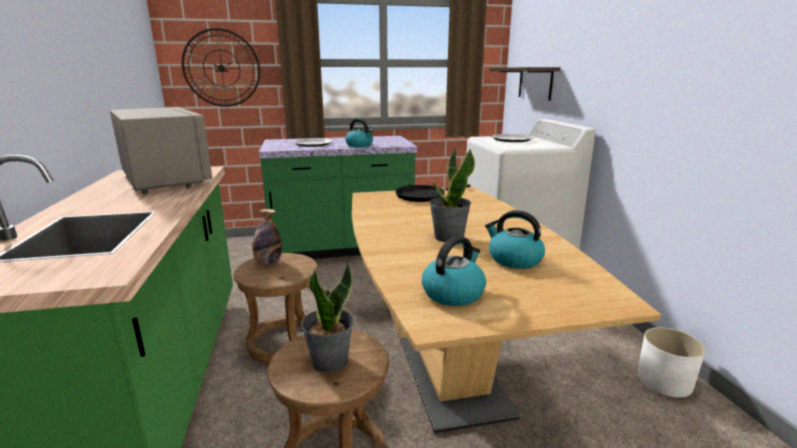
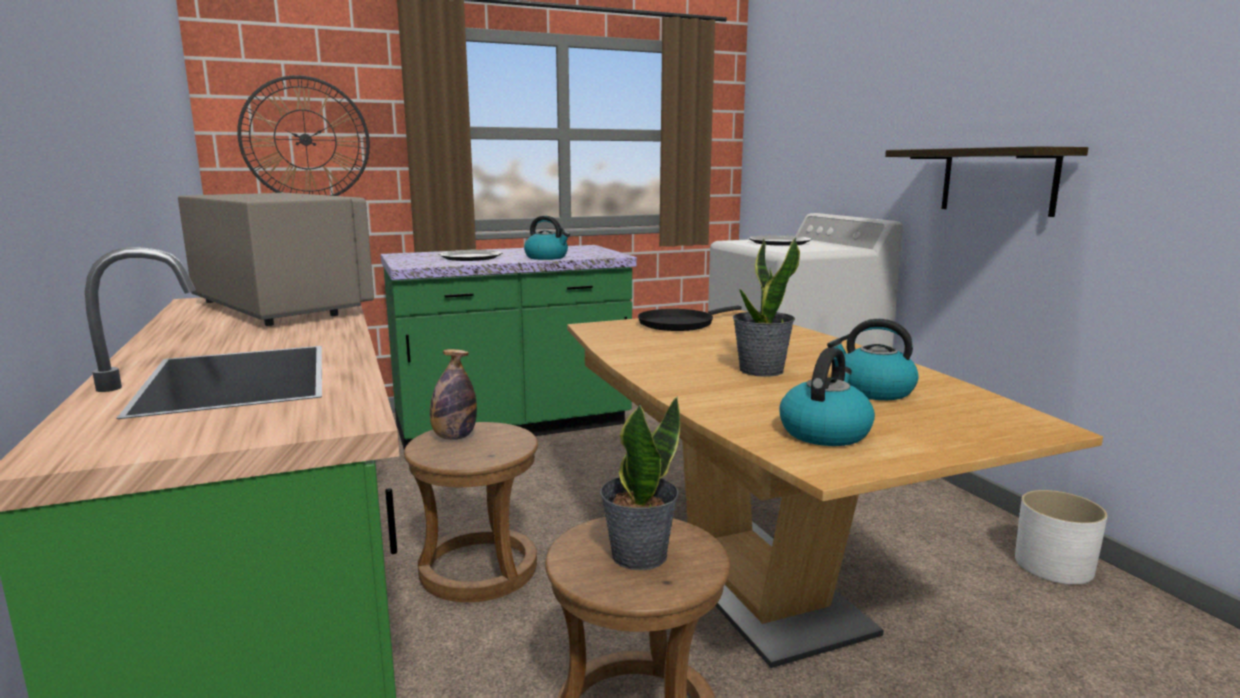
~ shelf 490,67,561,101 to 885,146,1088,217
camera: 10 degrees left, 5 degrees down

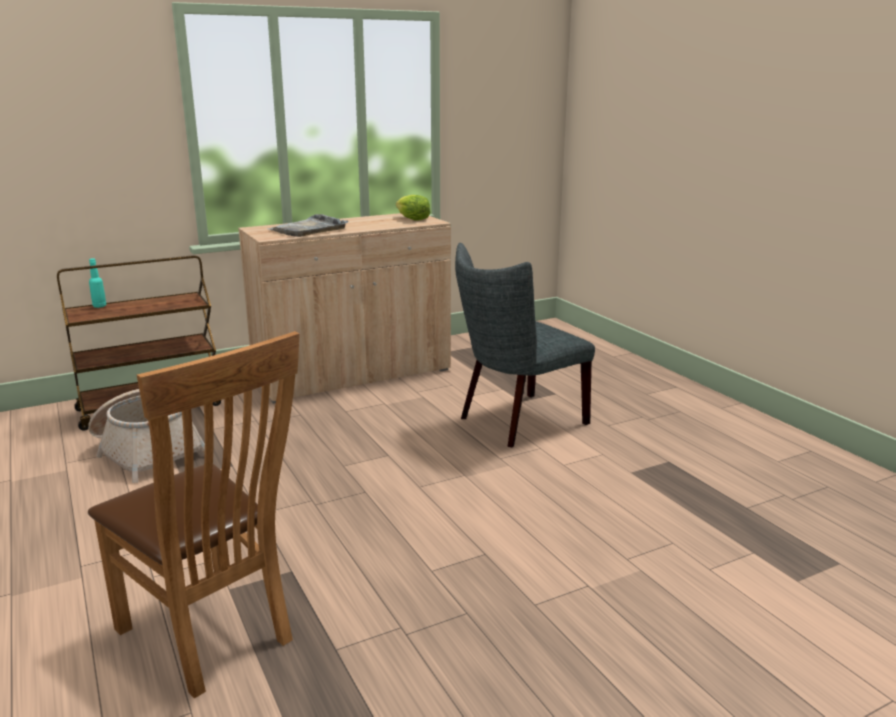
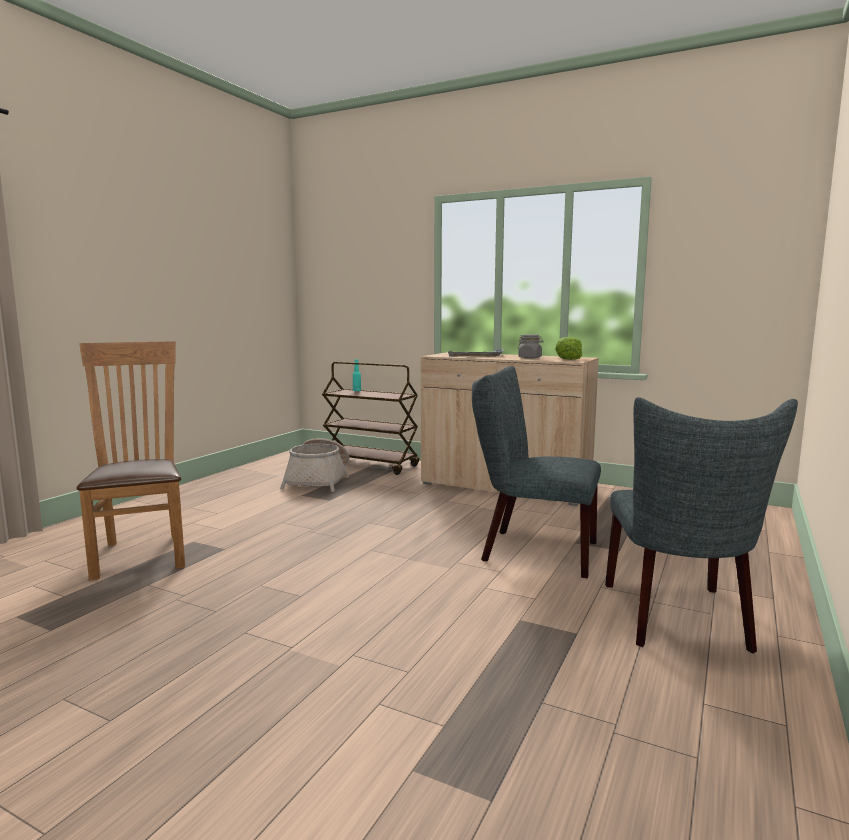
~ brown chair 88,331,300,699 = 77,341,185,581 150 degrees clockwise
+ grey jar 518,335,544,359
+ grey chair 605,397,798,653
camera: 55 degrees right, 10 degrees down

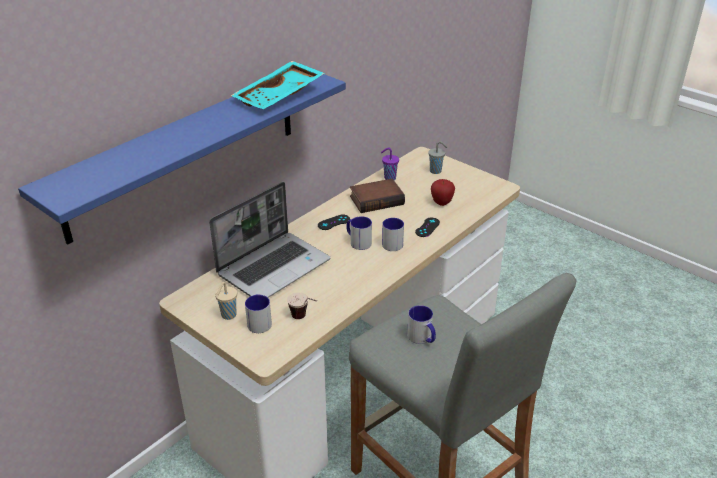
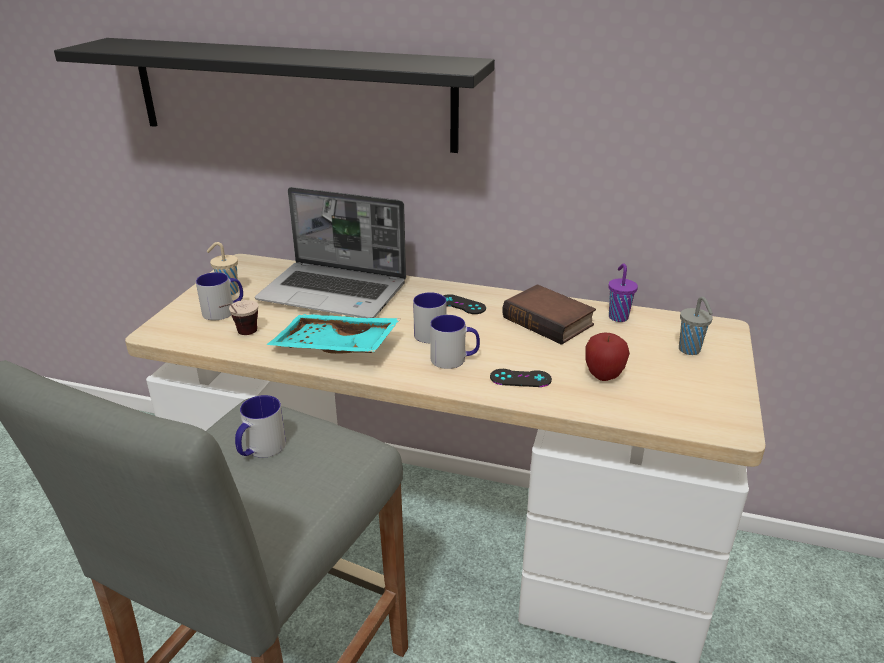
~ turquoise tray 231,61,325,109 to 266,314,401,354
~ blue shelf 18,74,346,245 to black shelf 54,38,495,153
camera: 65 degrees right, 5 degrees down

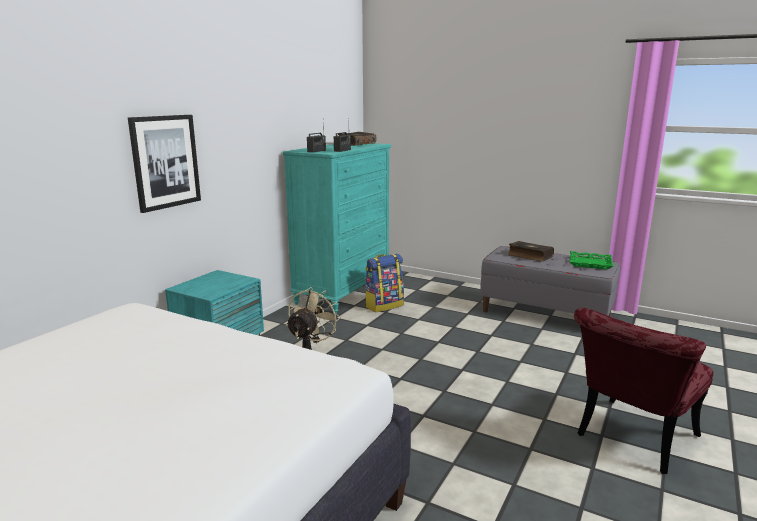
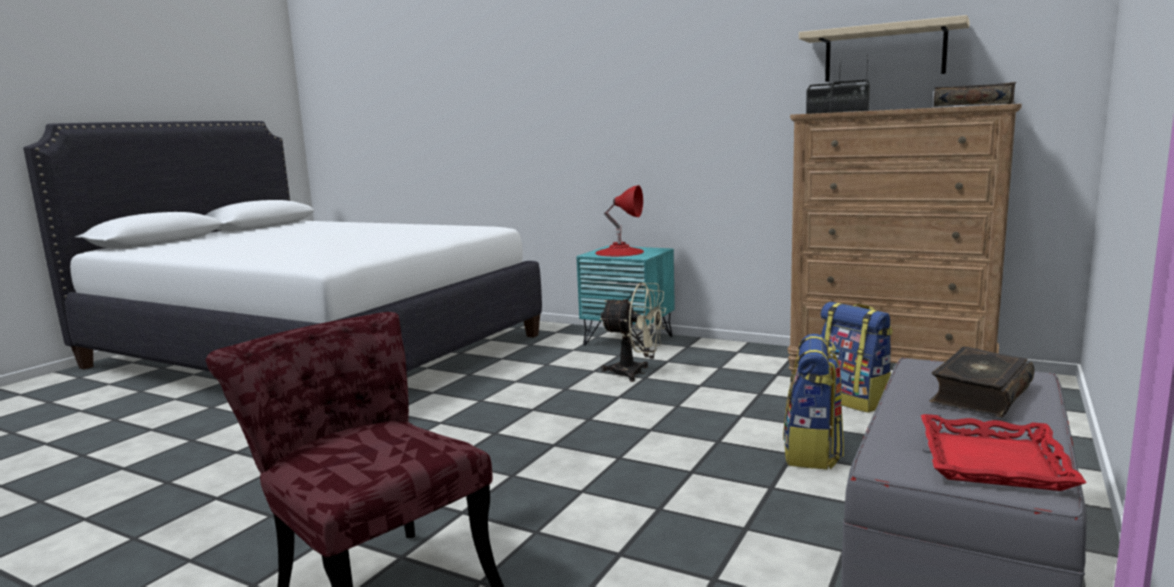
- picture 128,115,201,213
~ turquoise dresser 282,143,392,314 to brown dresser 787,104,1022,374
~ green tray 570,251,614,269 to red tray 921,414,1087,491
+ beige shelf 799,15,970,82
+ red table lamp 595,185,644,257
+ backpack 783,334,844,470
camera: 90 degrees right, 5 degrees down

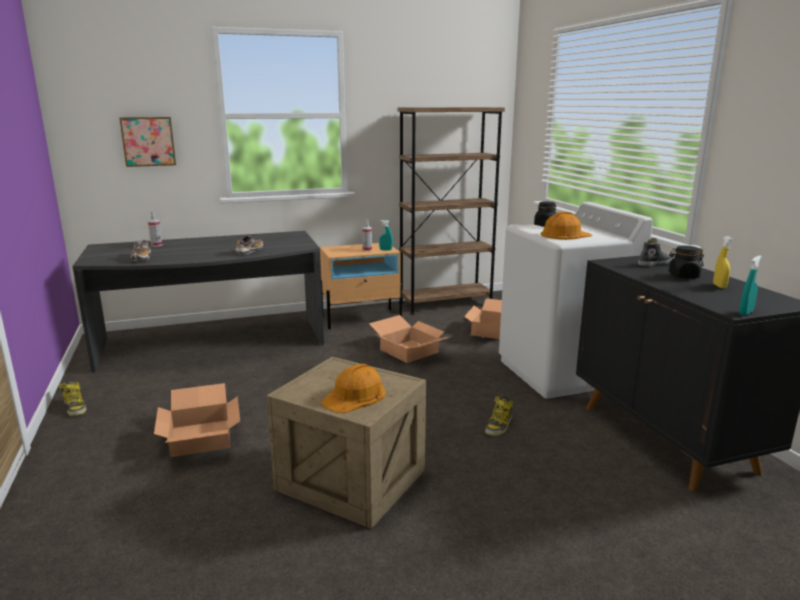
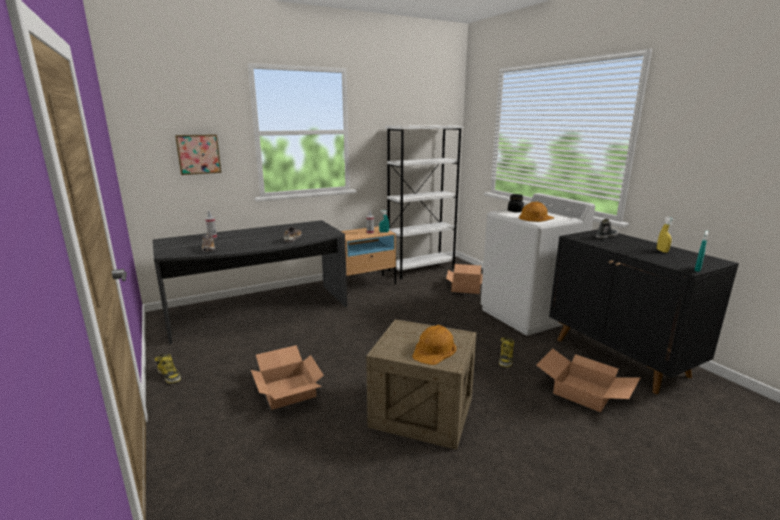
~ brown bookcase 398,107,505,315 to white bookcase 386,125,463,279
- black jar 669,246,704,278
~ cardboard box 369,315,449,363 to 536,348,640,413
camera: 10 degrees left, 0 degrees up

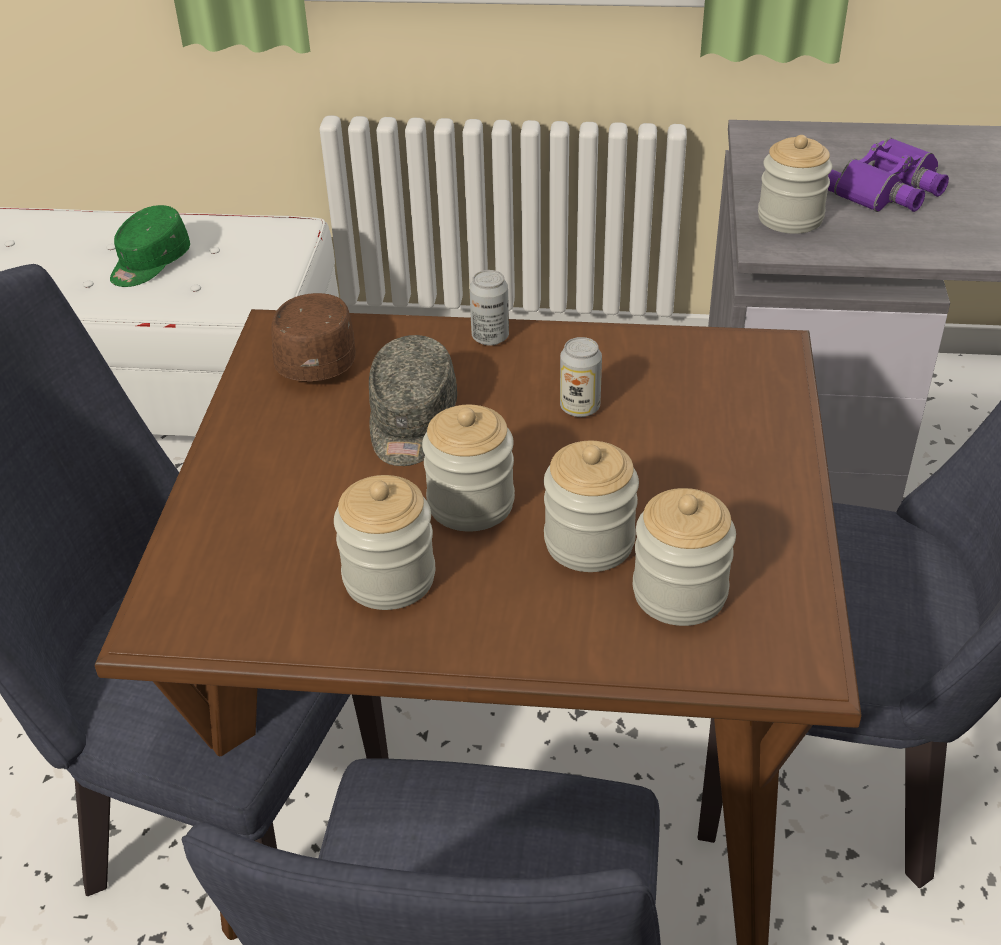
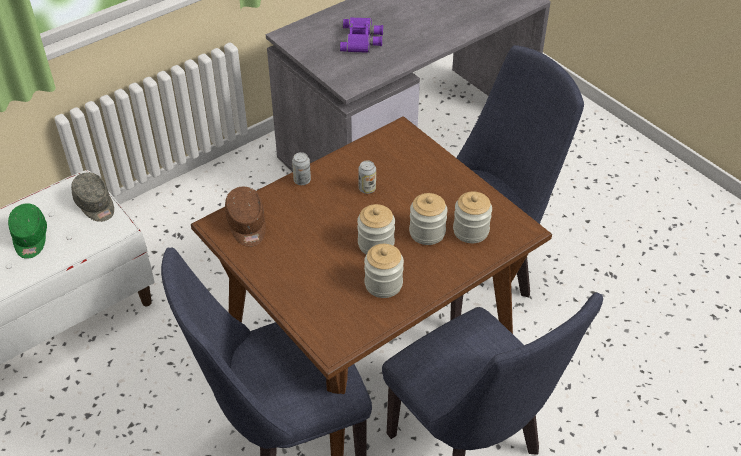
- jar 758,135,832,234
~ brown cap 271,293,355,381 = 225,187,266,247 150 degrees counterclockwise
~ grey cap 369,335,457,466 to 71,172,114,222
camera: 45 degrees left, 5 degrees up

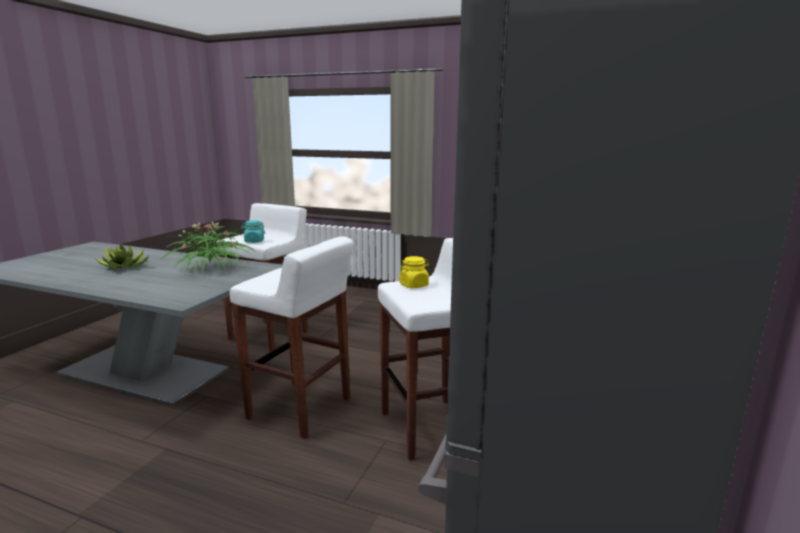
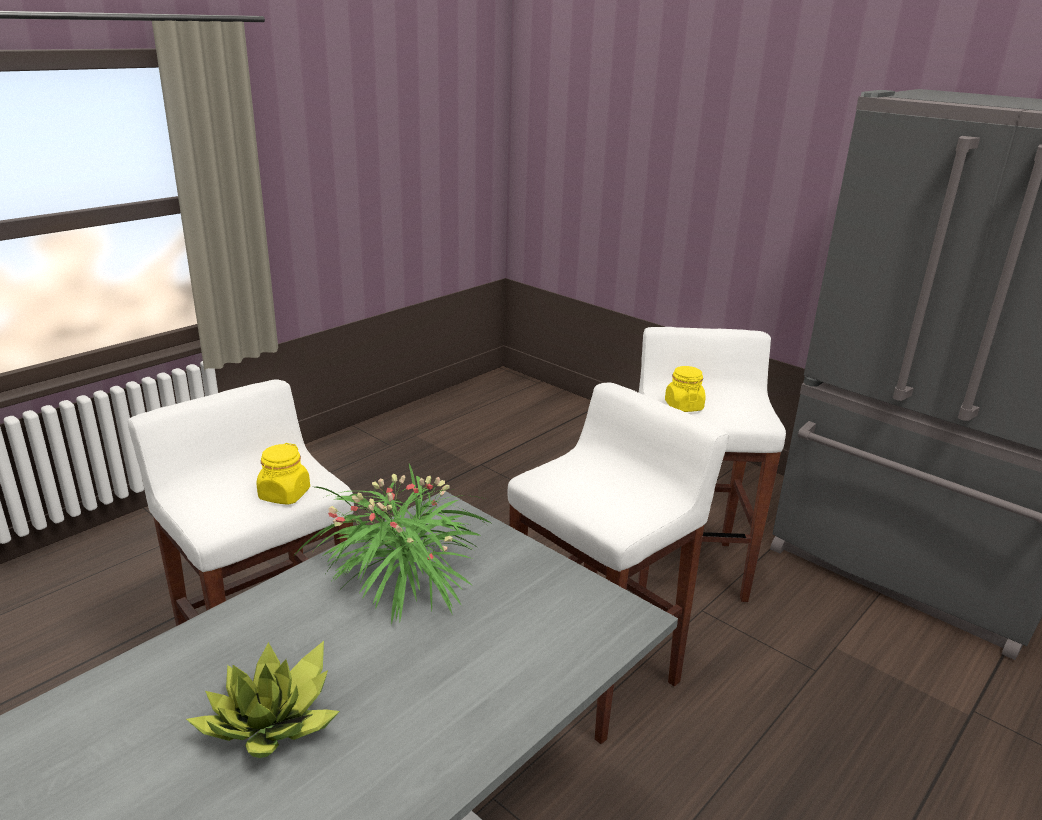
~ turquoise jar 241,220,265,243 to yellow jar 256,443,310,505
camera: 70 degrees left, 10 degrees up

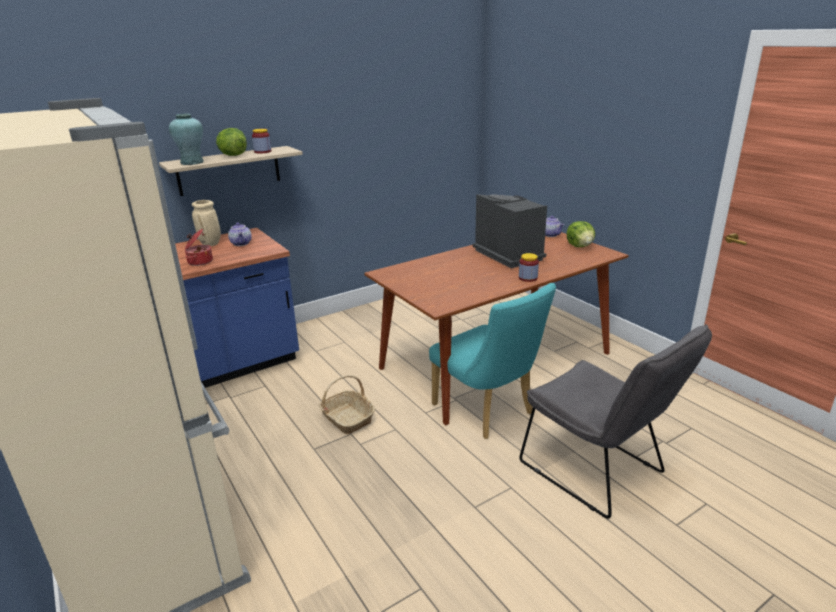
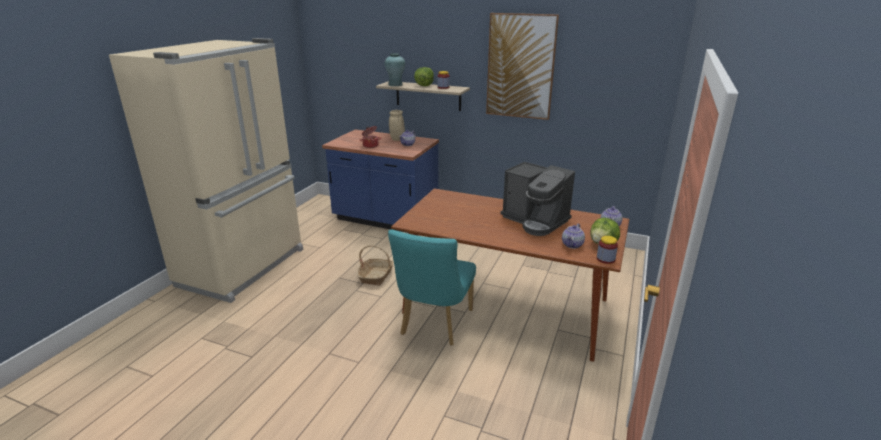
~ coffee machine 473,194,547,268 = 500,162,575,236 105 degrees clockwise
~ jar 519,253,539,282 to 597,236,618,264
- grey chair 519,324,712,519
+ picture 486,13,559,120
+ teapot 562,224,585,249
camera: 55 degrees right, 0 degrees up

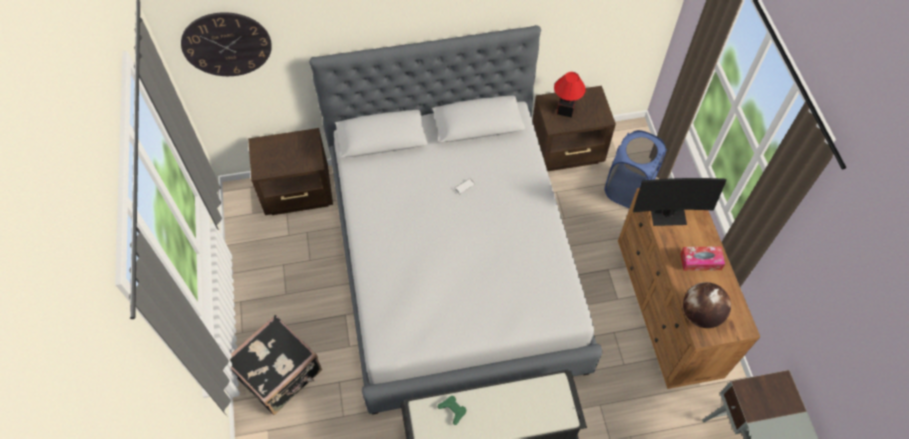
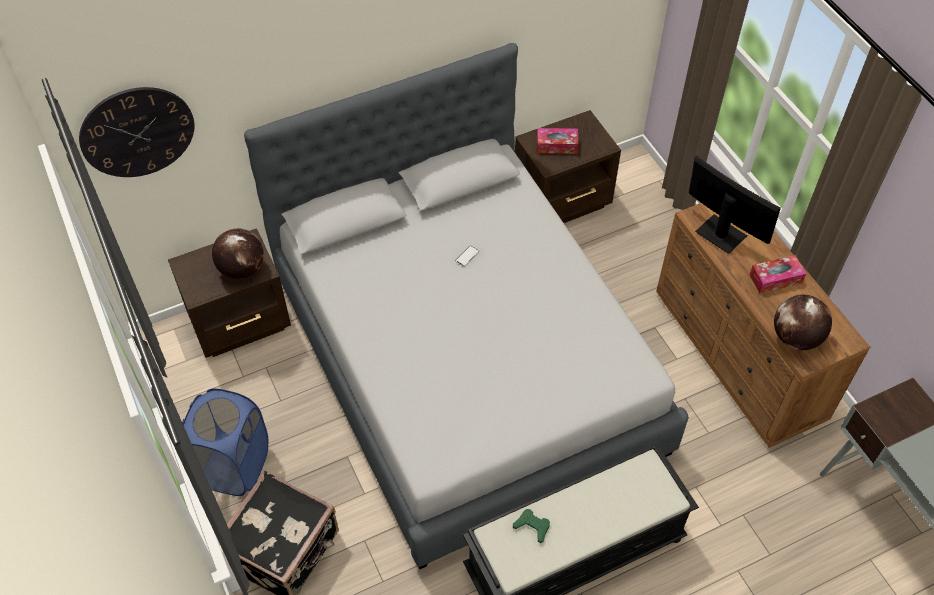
~ table lamp 554,72,586,118 to tissue box 537,128,579,154
~ blue laundry basket 605,130,667,208 to 182,389,268,496
~ monitor 633,178,727,226 = 689,155,781,253 120 degrees counterclockwise
+ globe 212,228,264,279
camera: 15 degrees left, 5 degrees down

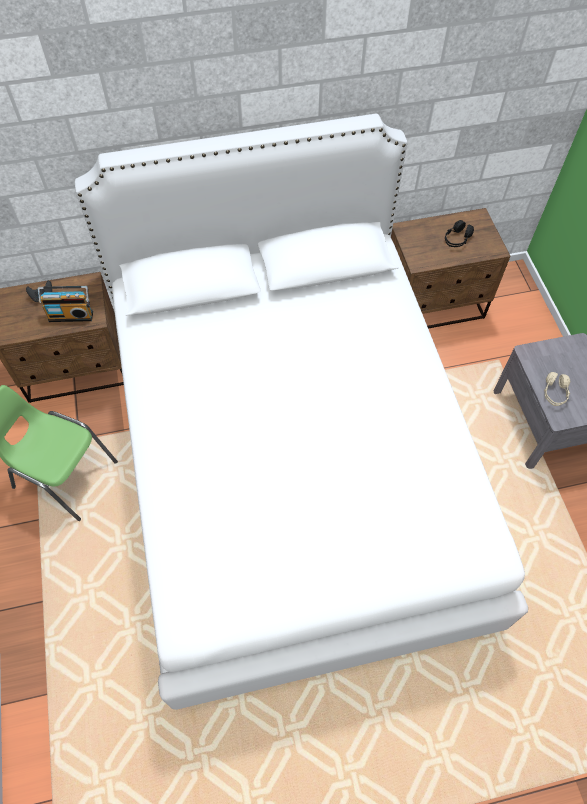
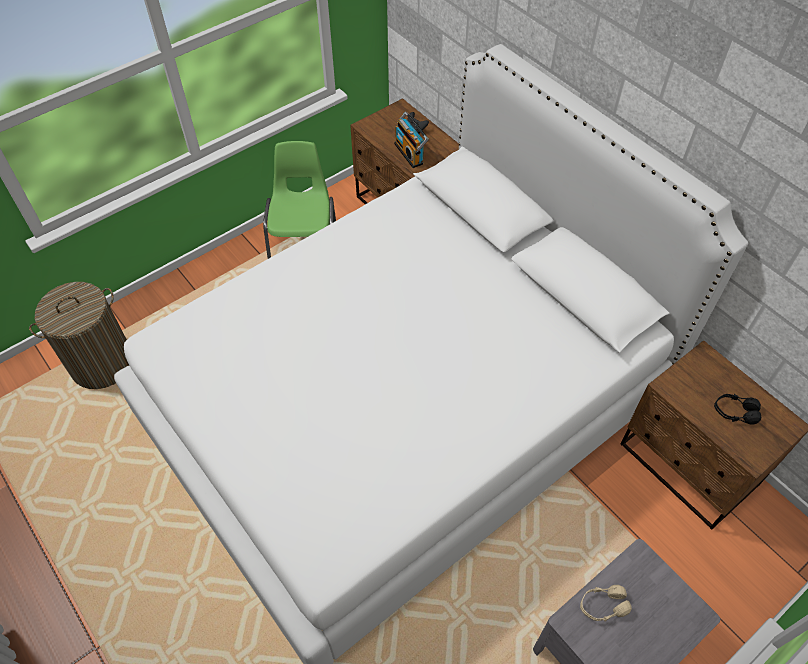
+ laundry basket 29,282,130,389
camera: 65 degrees right, 5 degrees down

